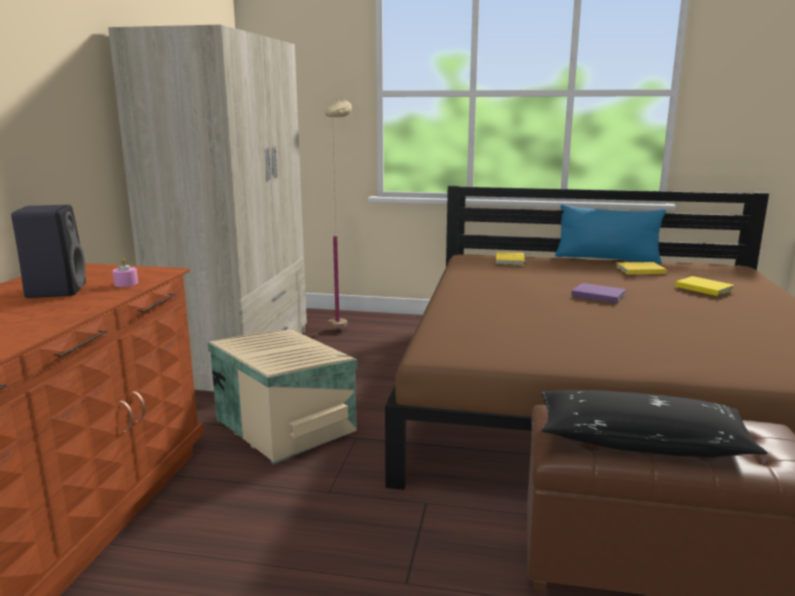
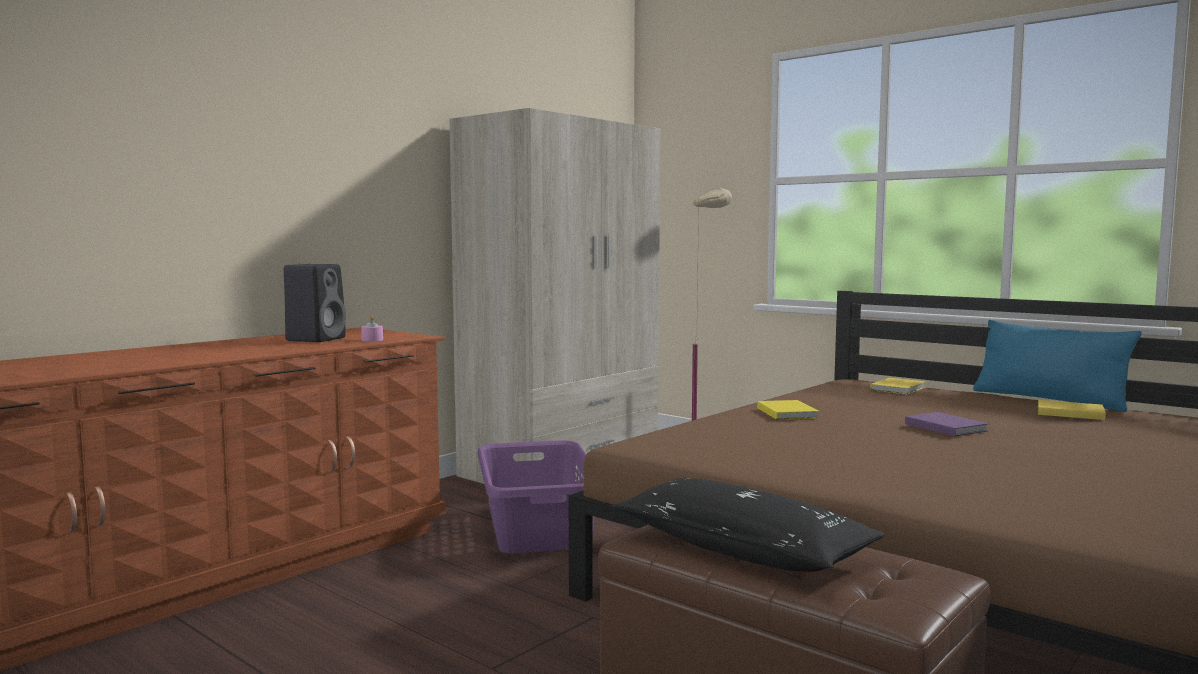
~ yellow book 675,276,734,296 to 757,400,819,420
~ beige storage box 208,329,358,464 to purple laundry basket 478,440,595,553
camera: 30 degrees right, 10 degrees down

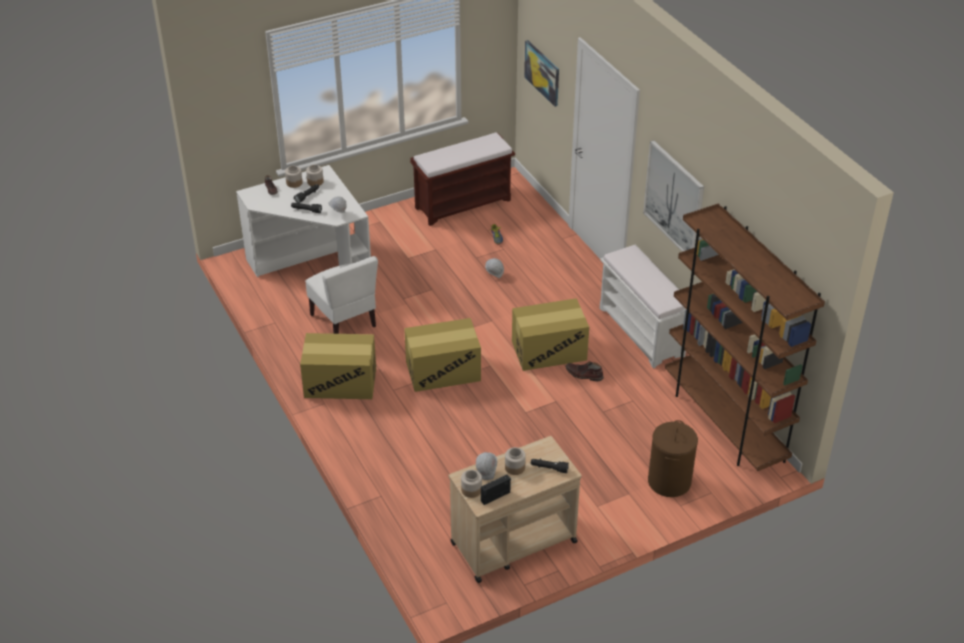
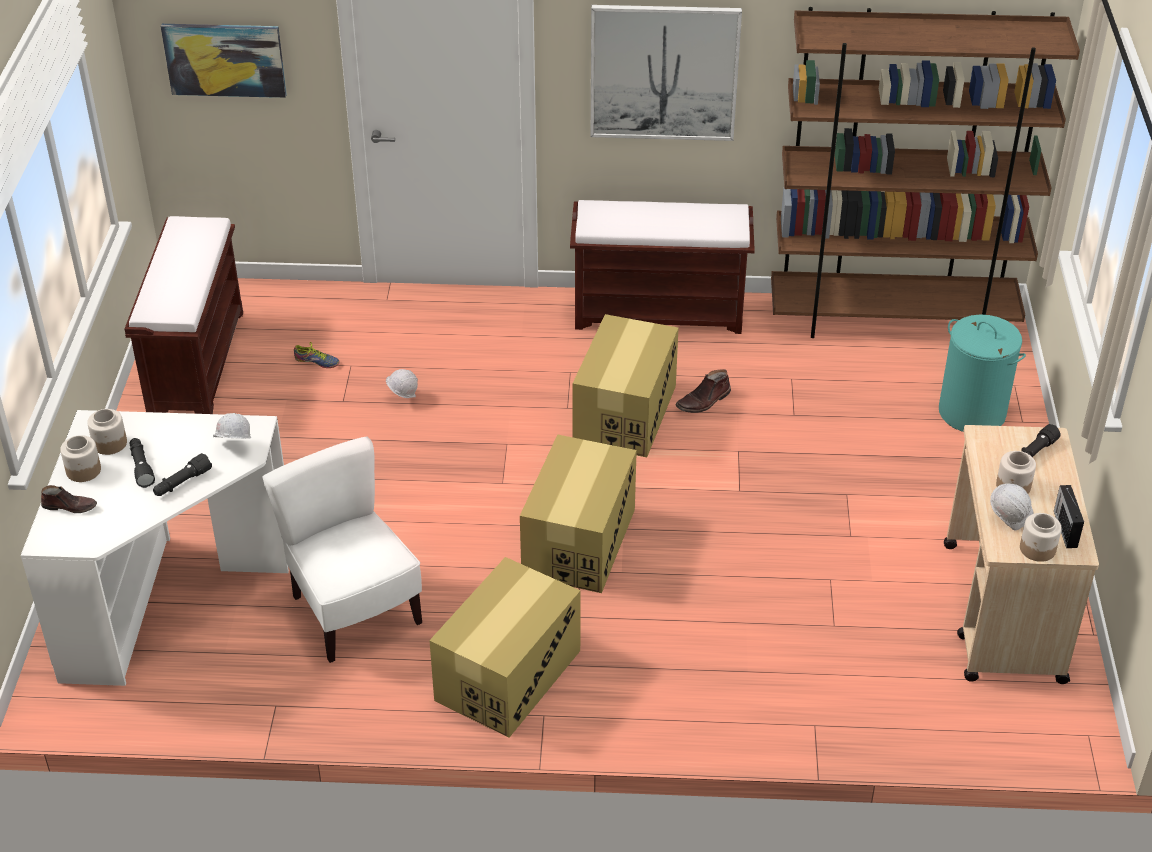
~ white bench 600,245,686,368 to brown bench 570,200,755,334
~ white chair 305,256,378,334 = 262,437,422,663 120 degrees counterclockwise
~ brown laundry basket 648,420,698,497 to turquoise laundry basket 939,315,1026,432
camera: 60 degrees left, 0 degrees up

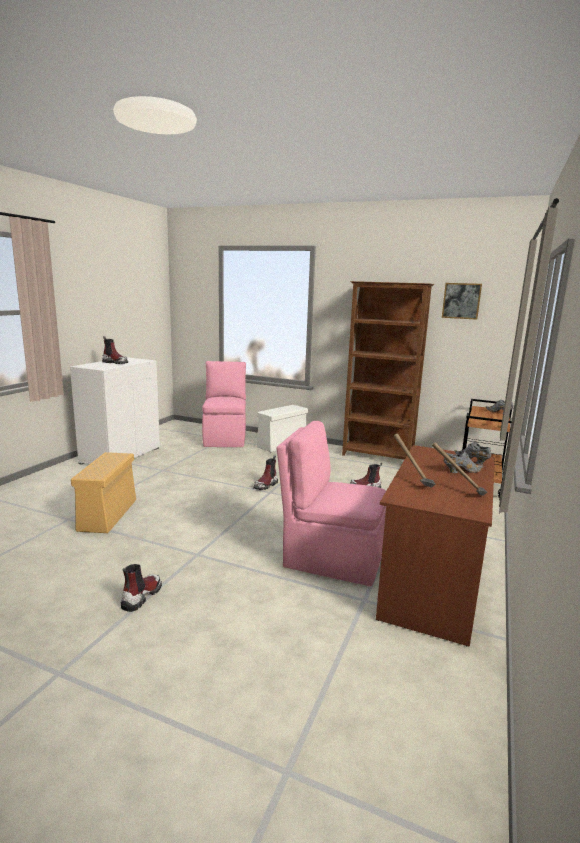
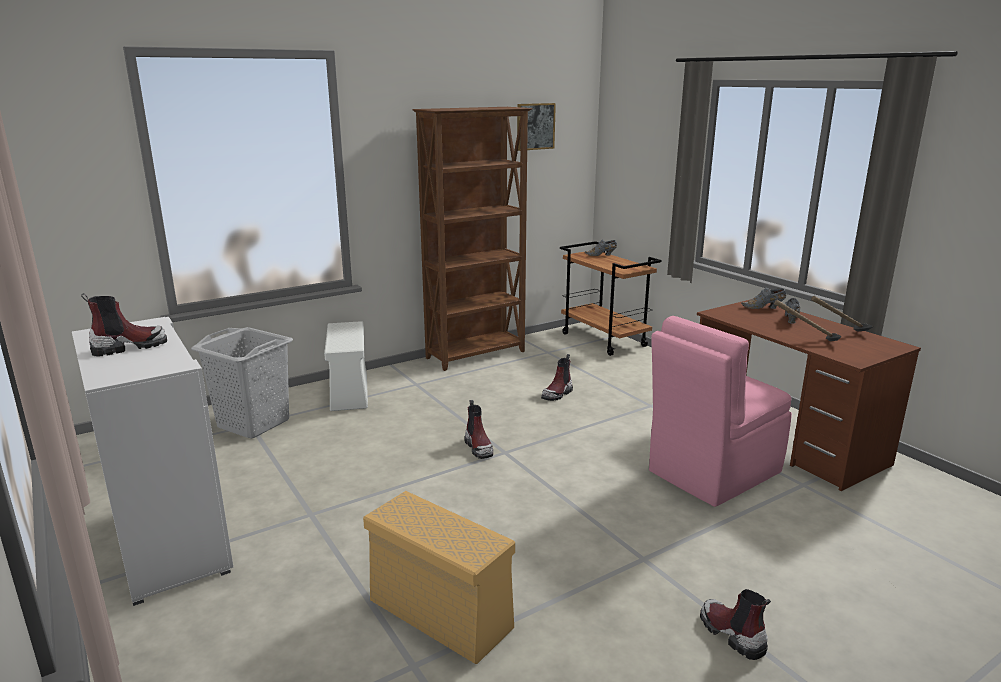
~ pink chair 202,361,246,447 to grey laundry basket 191,327,293,438
camera: 55 degrees left, 5 degrees up

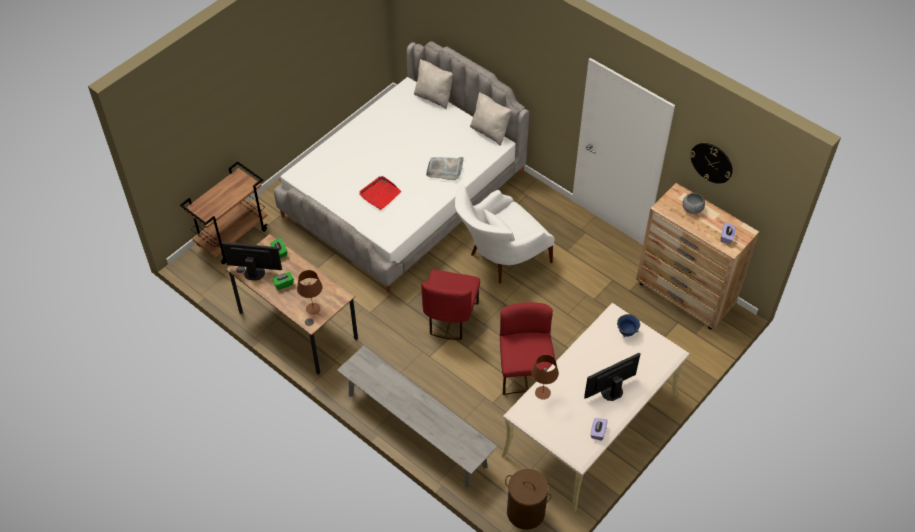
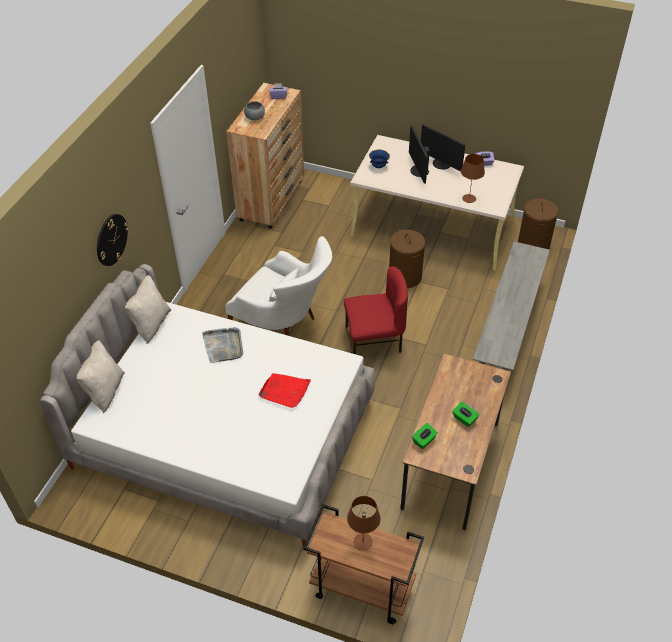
~ wall clock 690,143,733,184 to 97,214,129,266
~ monitor 221,242,282,281 to 409,125,430,183
~ brown table lamp 297,270,322,315 to 347,496,381,551
~ red chair 500,302,555,395 to brown laundry basket 389,230,425,288
camera: 110 degrees left, 5 degrees down

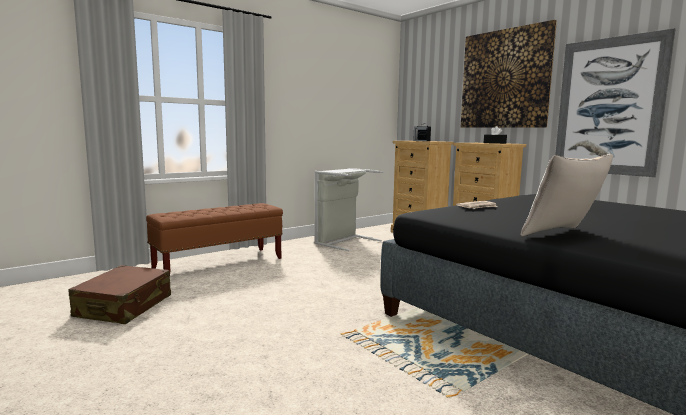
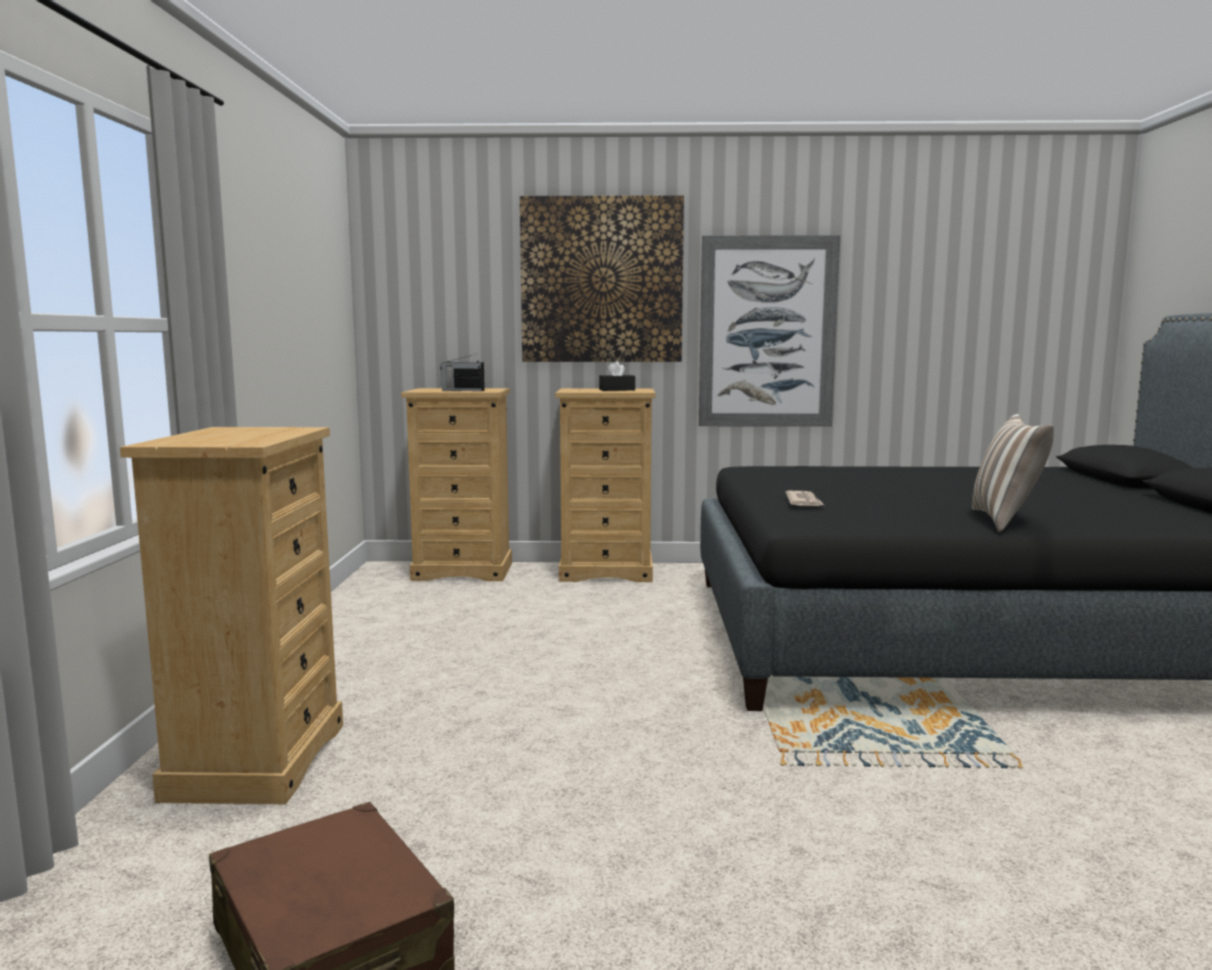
- grey laundry basket 314,168,384,251
~ brown bench 146,203,283,272 to beige dresser 120,427,343,804
camera: 50 degrees left, 0 degrees up

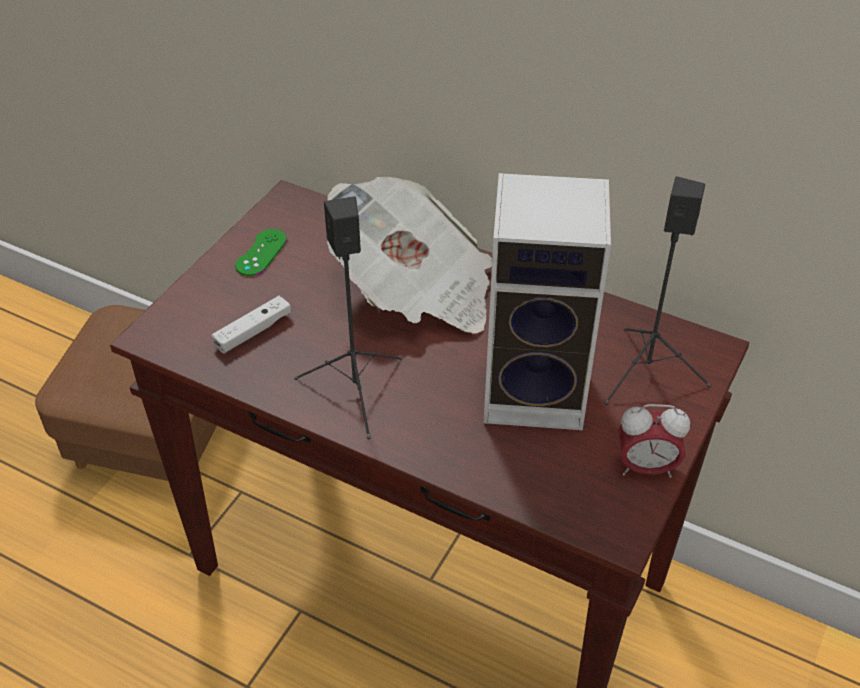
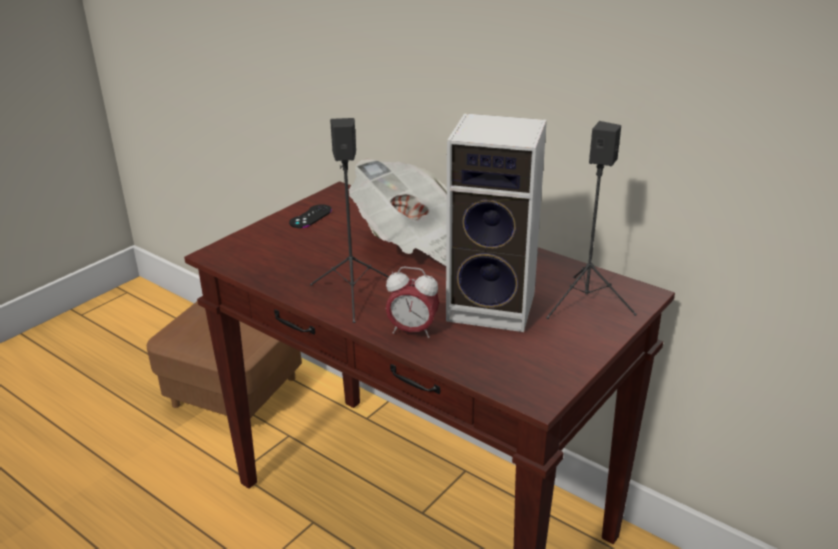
~ green game controller 235,229,287,276 to black game controller 289,204,332,228
- white game controller 212,296,291,354
~ alarm clock 618,404,690,478 to 386,267,439,338
camera: 10 degrees right, 15 degrees down

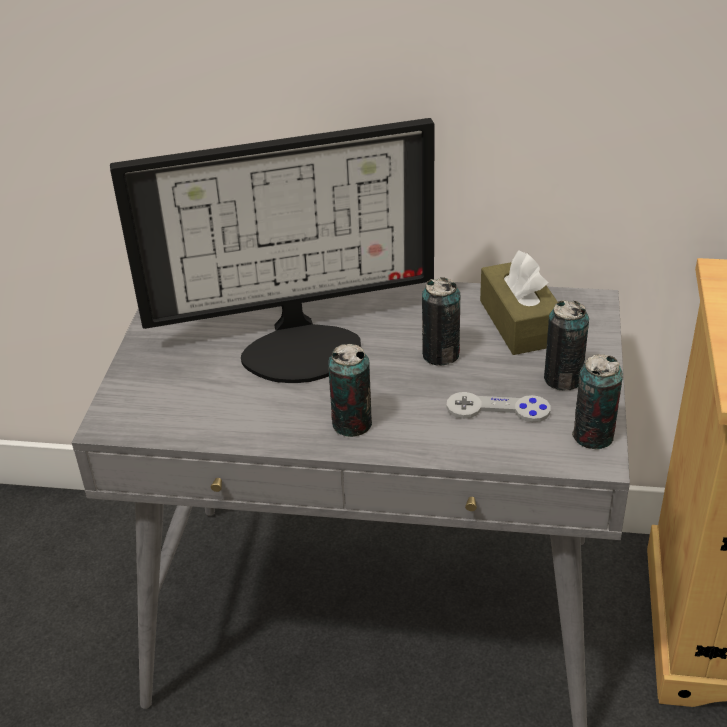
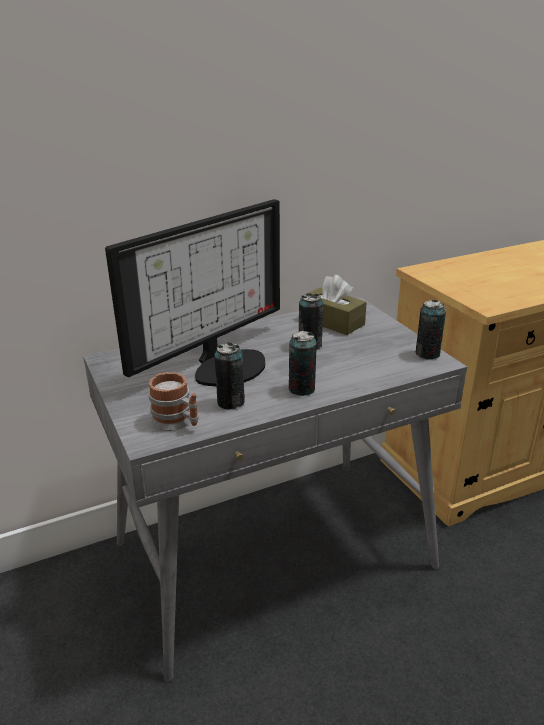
~ can 544,300,589,390 to 214,343,245,410
- grey game controller 447,392,550,422
+ mug 148,372,199,431
camera: 35 degrees left, 10 degrees down

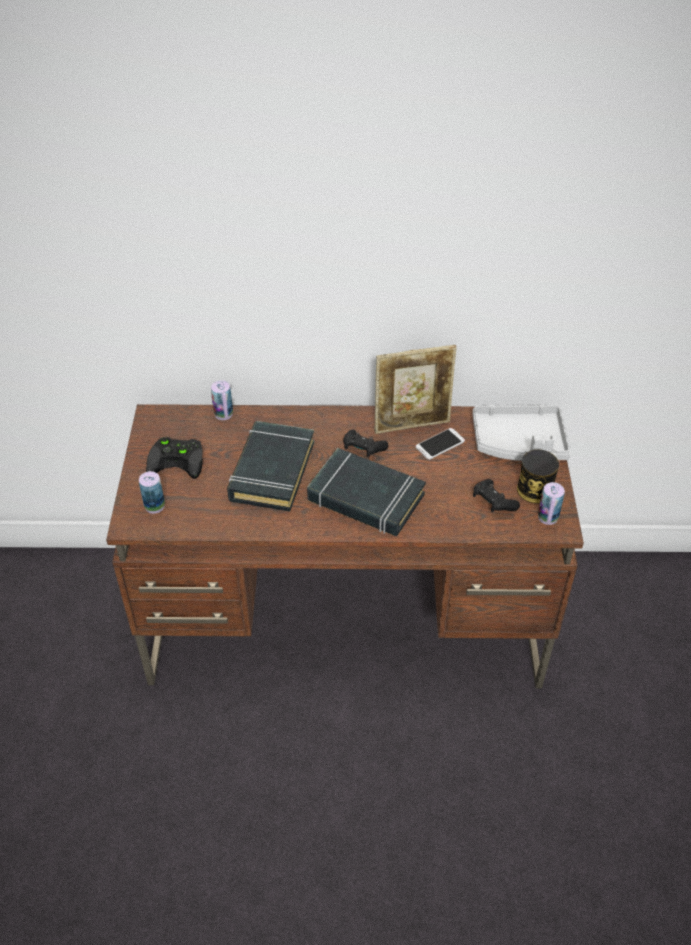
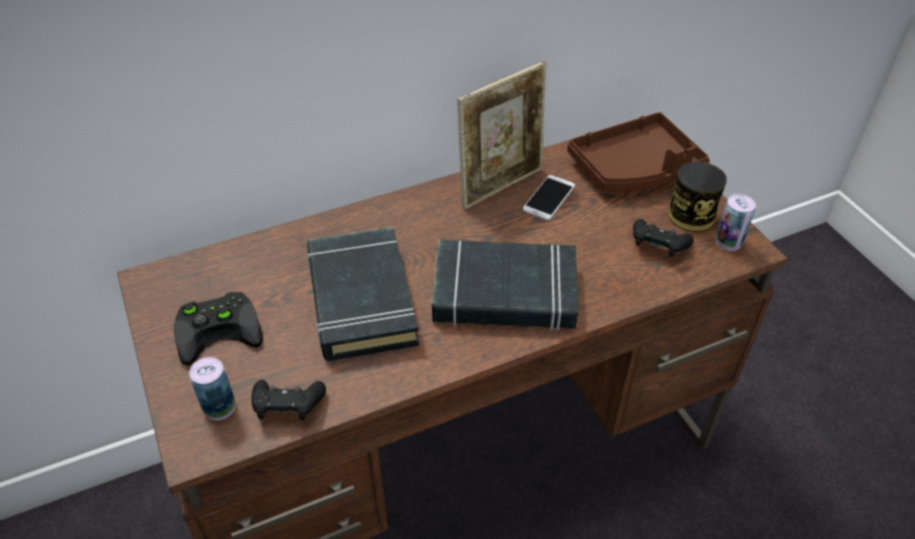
- can 211,380,233,420
~ grey tray 472,405,570,461 to brown tray 567,112,710,191
~ black game controller 343,430,388,457 to 251,380,326,421
camera: 25 degrees left, 0 degrees up

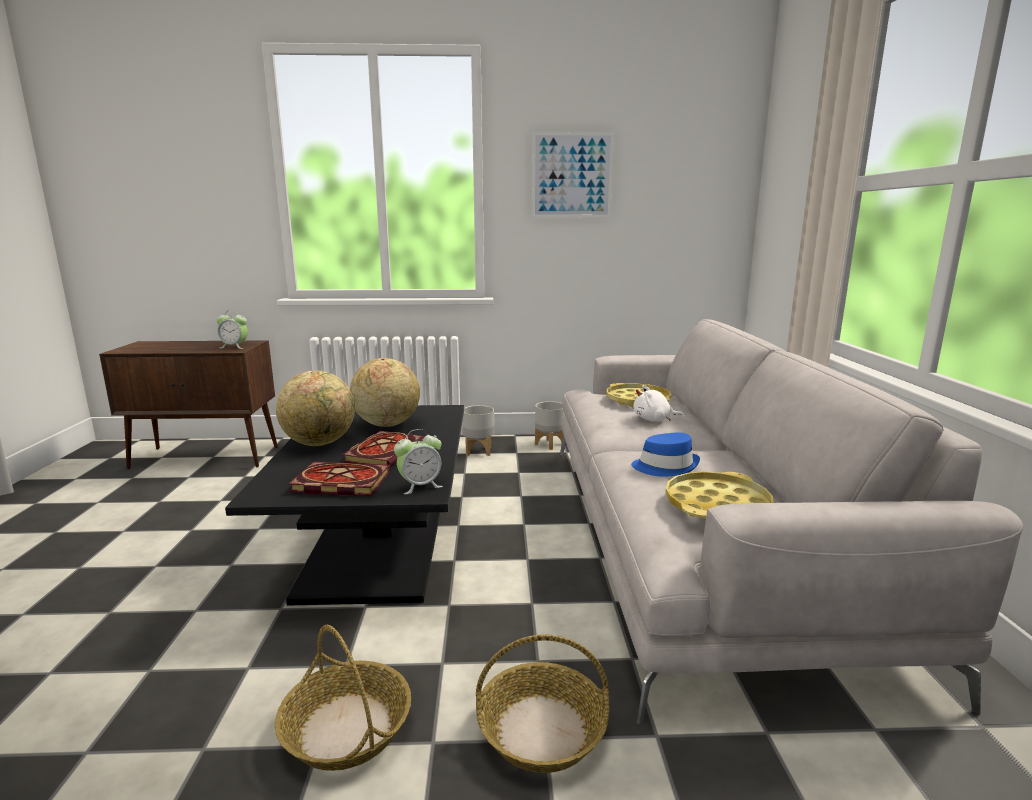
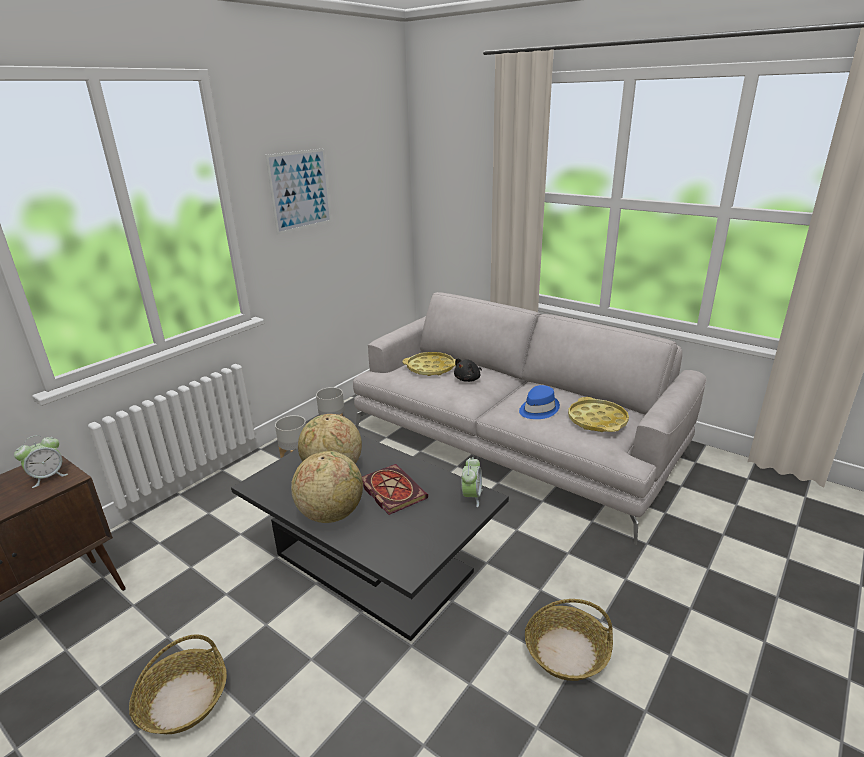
~ white plush toy 633,385,685,422 to black plush toy 454,358,482,382
- book 288,462,391,496
~ basket 476,634,609,773 to 129,635,227,734
camera: 50 degrees left, 10 degrees up

